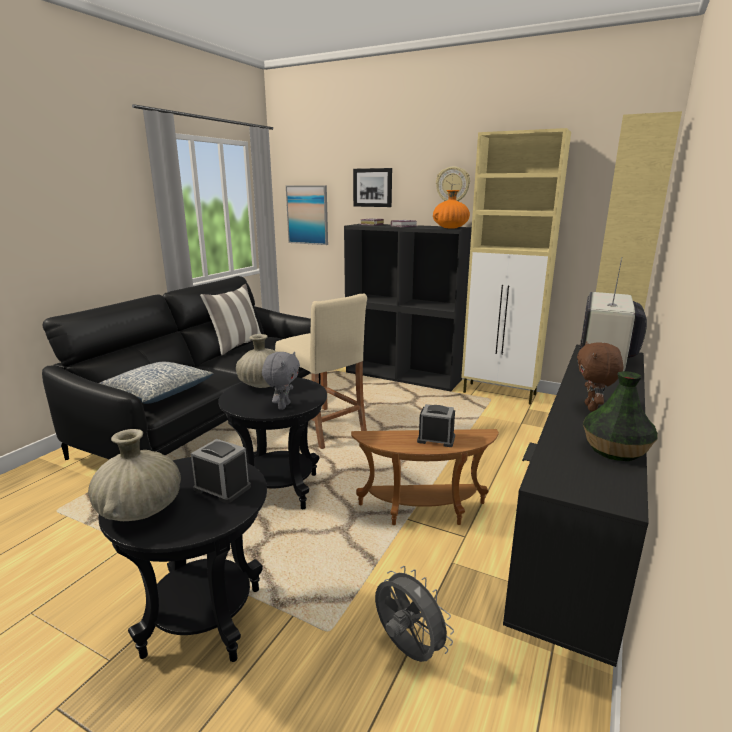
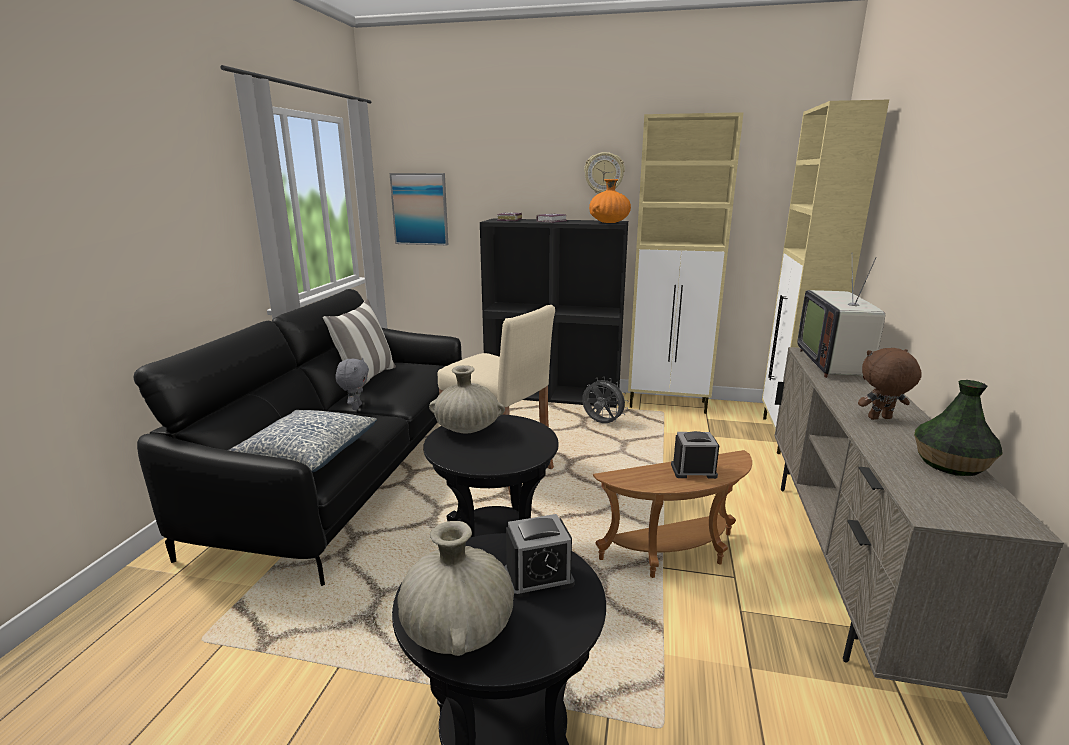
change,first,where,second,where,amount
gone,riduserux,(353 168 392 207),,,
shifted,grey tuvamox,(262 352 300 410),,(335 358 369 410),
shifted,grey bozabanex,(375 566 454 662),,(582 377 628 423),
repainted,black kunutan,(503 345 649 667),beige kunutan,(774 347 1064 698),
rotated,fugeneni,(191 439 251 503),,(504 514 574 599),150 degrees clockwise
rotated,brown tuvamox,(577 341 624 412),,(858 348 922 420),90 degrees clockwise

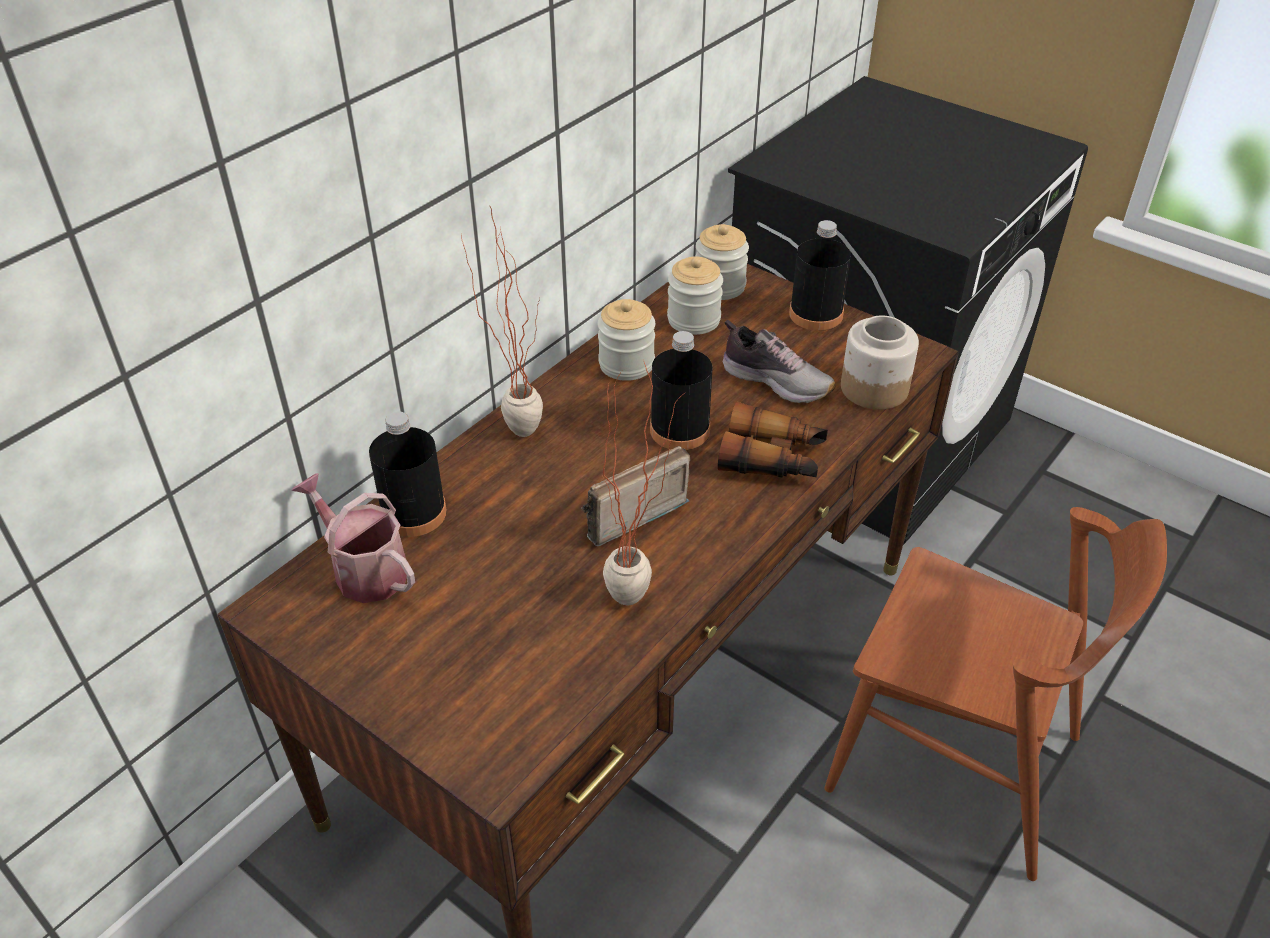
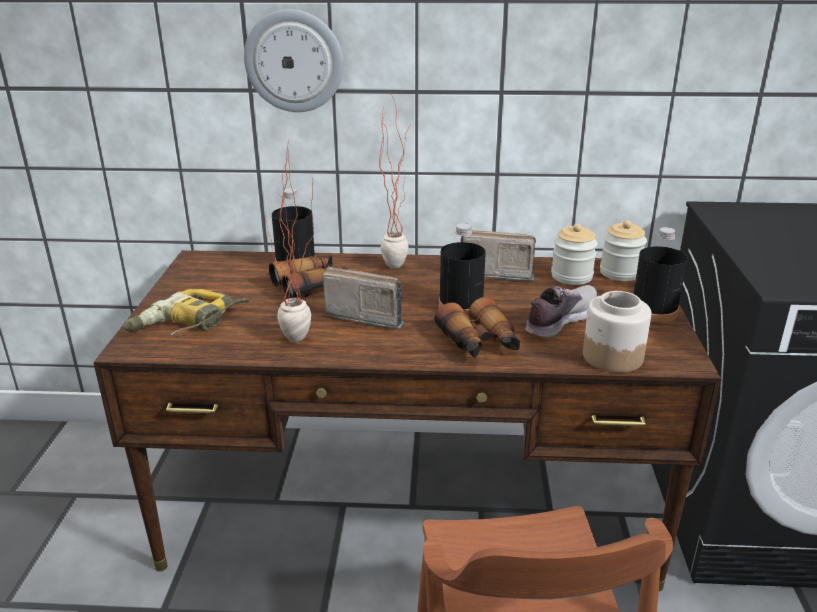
change,first,where,second,where,amount
gone,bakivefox,(291 473 415 603),,,
new,,,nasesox,(124 289 250 335),
new,,,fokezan,(244 9 343 112),
new,,,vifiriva,(269 256 350 299),
swapped,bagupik,(598 299 655 381),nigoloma,(461 230 536 280),
rotated,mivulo,(723 319 836 403),,(526 285 598 338),135 degrees counterclockwise

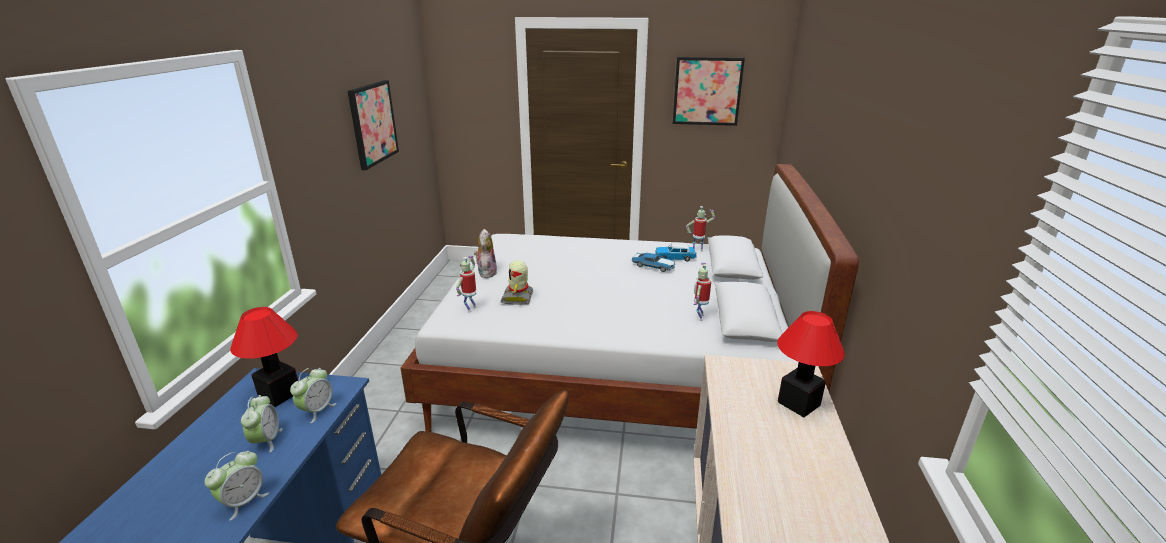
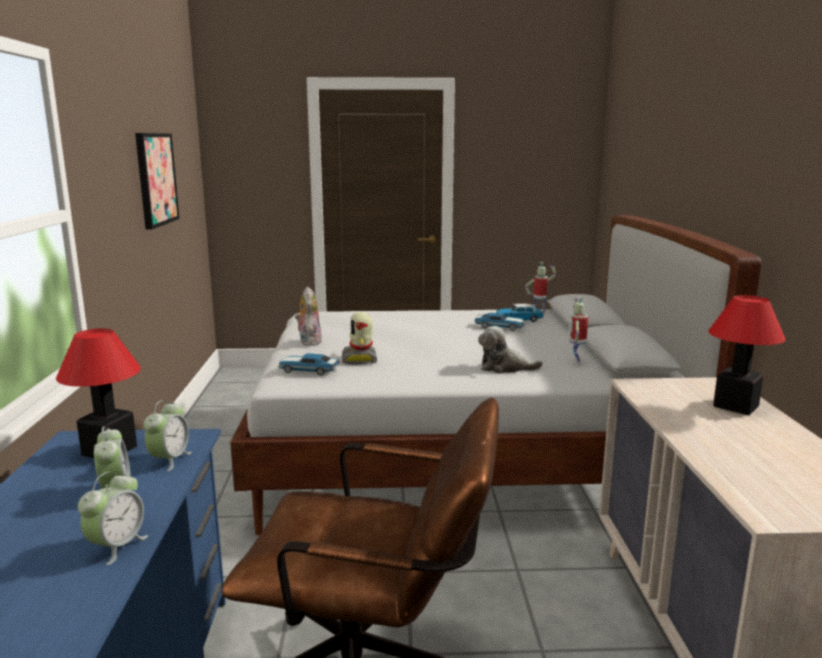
change,first,where,second,where,amount
gone,riduserux,(673 57 745 126),,,
new,,,tuvamox,(478 326 543 374),
swapped,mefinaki,(456 256 477 313),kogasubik,(278 353 340 376),

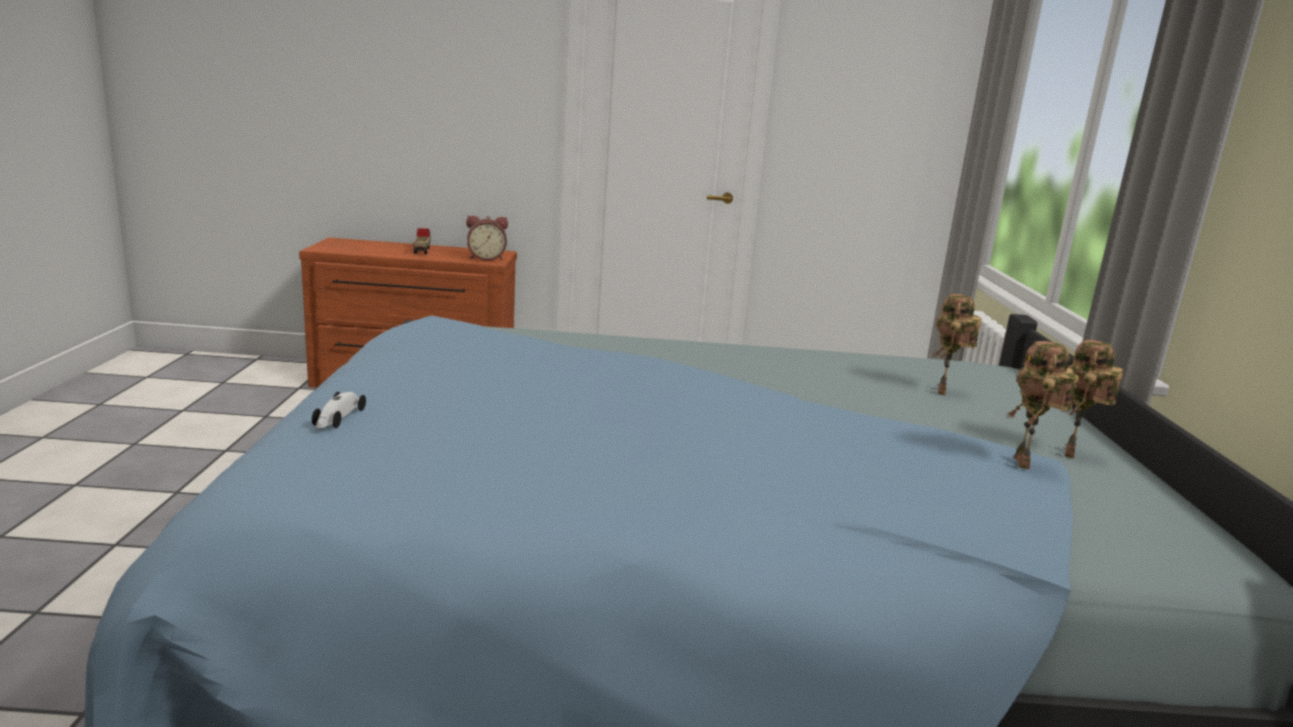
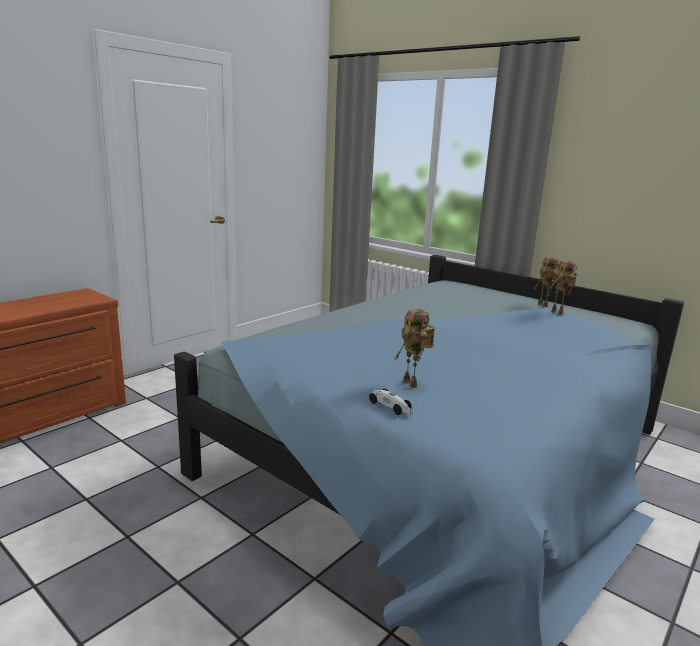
change,first,where,second,where,amount
gone,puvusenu,(413 228 430 254),,,
gone,fugeneni,(466 216 508 261),,,
shifted,mefinaki,(934 294 982 395),,(394 309 435 388),

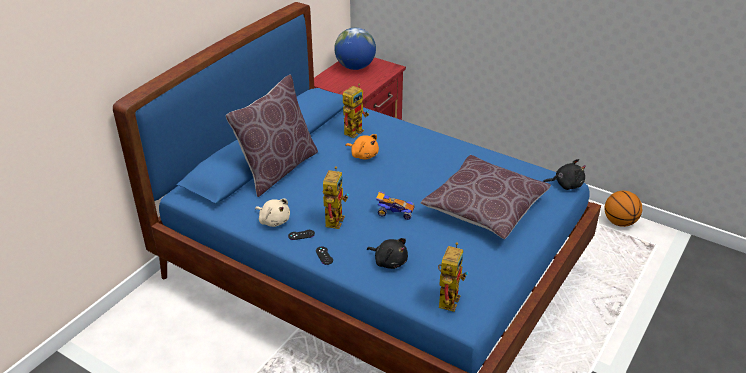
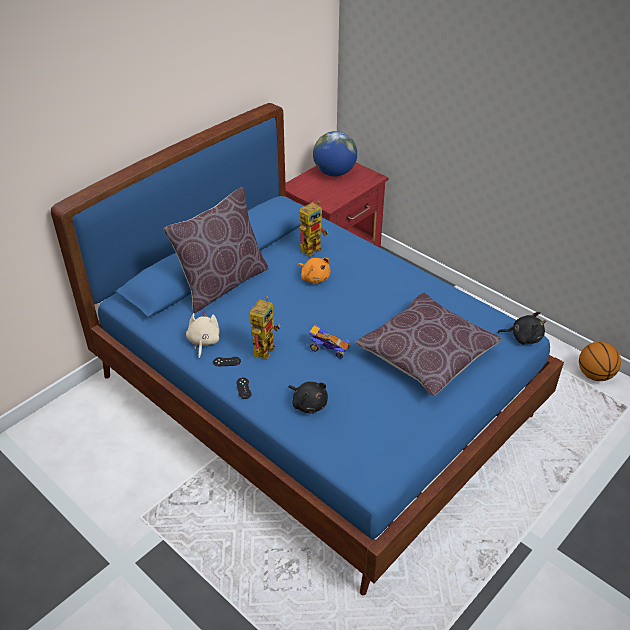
change,first,where,second,where,amount
gone,mefinaki,(438 242 468 312),,,
rotated,beige tuvamox,(255 199 290 227),,(186 311 219 359),135 degrees counterclockwise

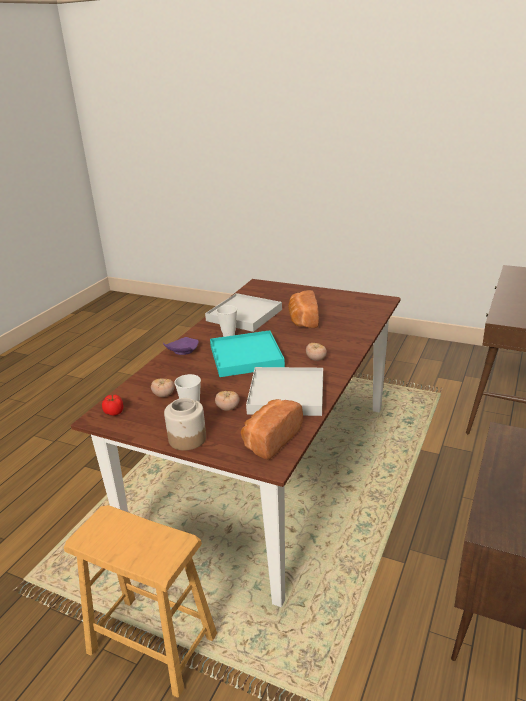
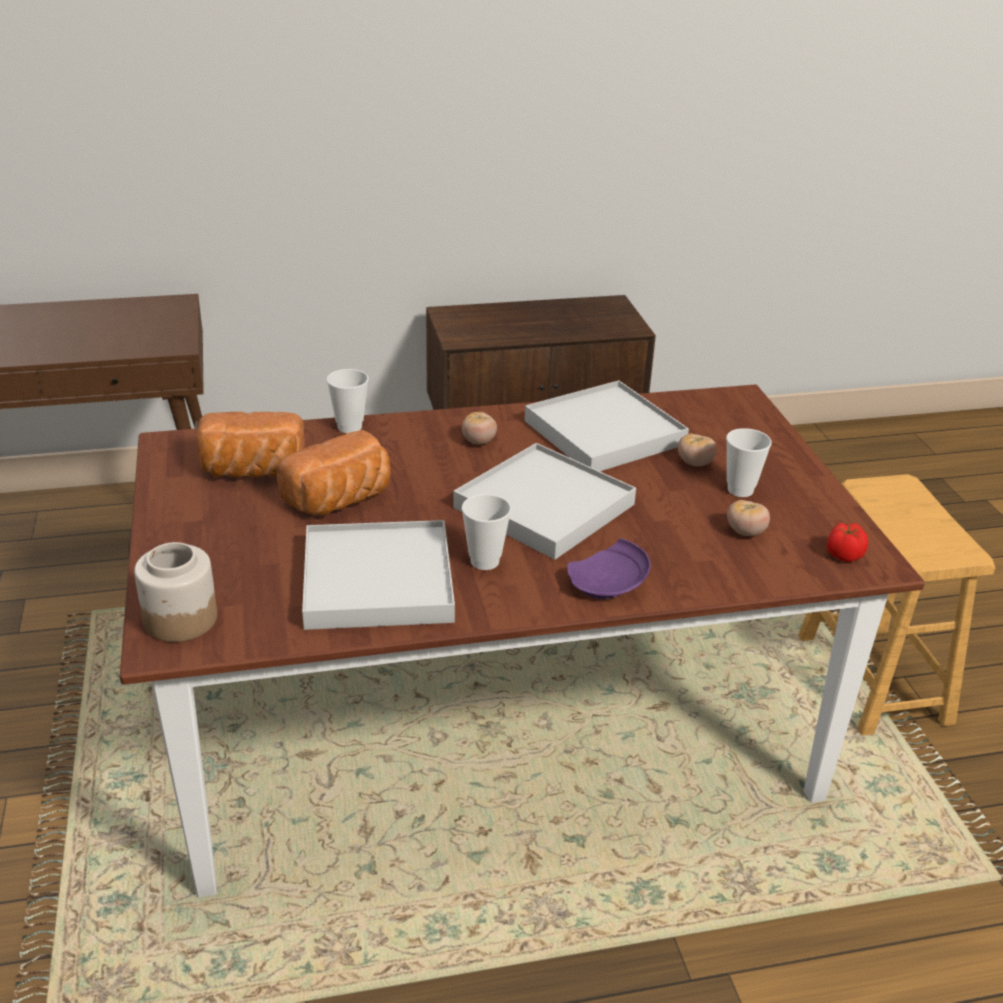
change,first,where,second,where,amount
new,,,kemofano,(326 369 369 433),
shifted,bagupik,(164 398 206 451),,(134 542 217 642),
shifted,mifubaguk,(241 399 303 460),,(197 412 305 477),
repainted,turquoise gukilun,(210 330 285 377),white gukilun,(453 443 636 560),

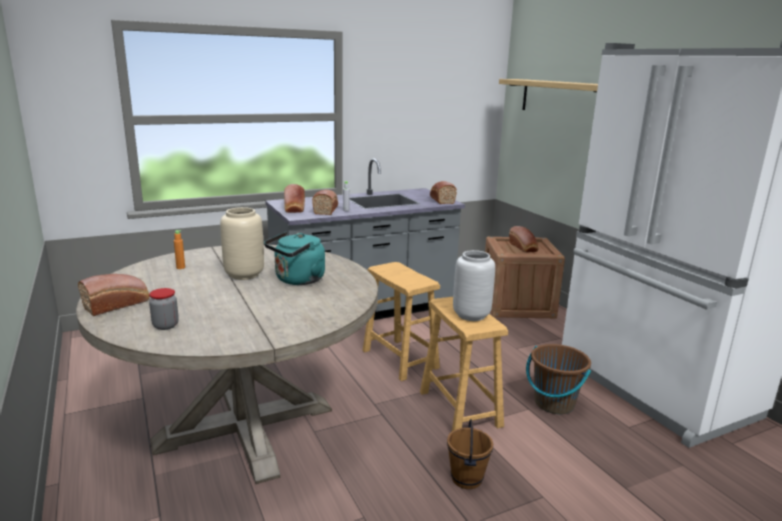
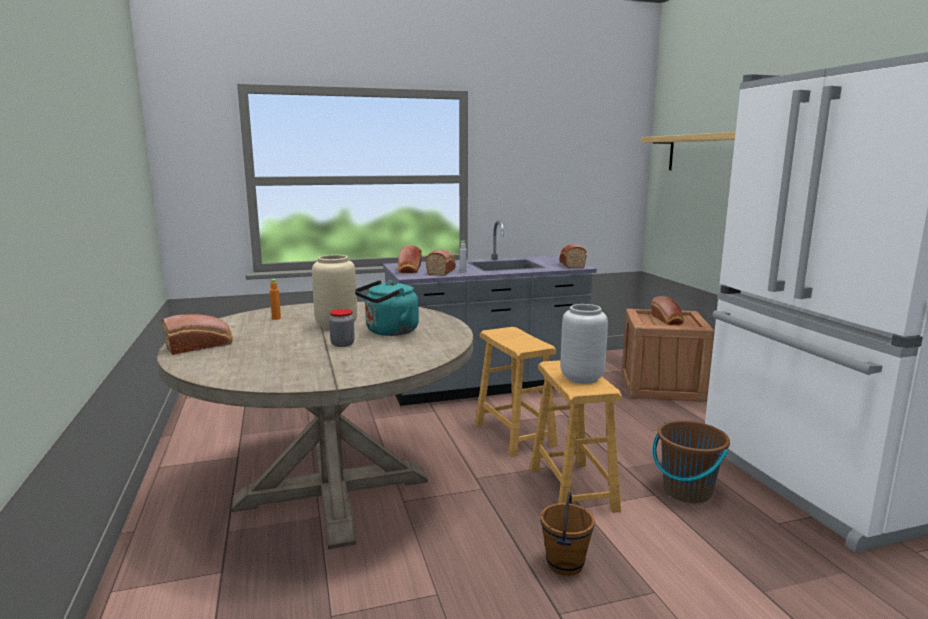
change,first,where,second,where,amount
shifted,bagupik,(149 288 179 330),,(329 309 355 347),

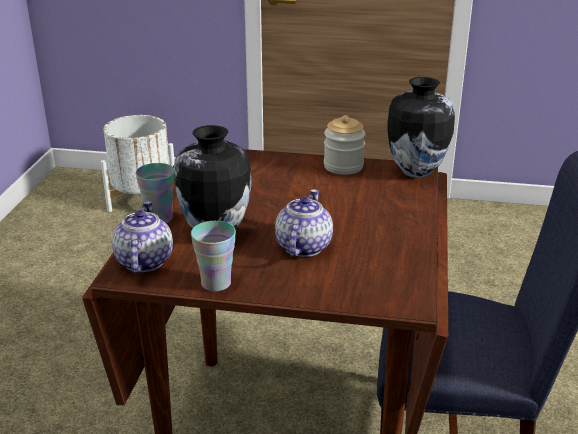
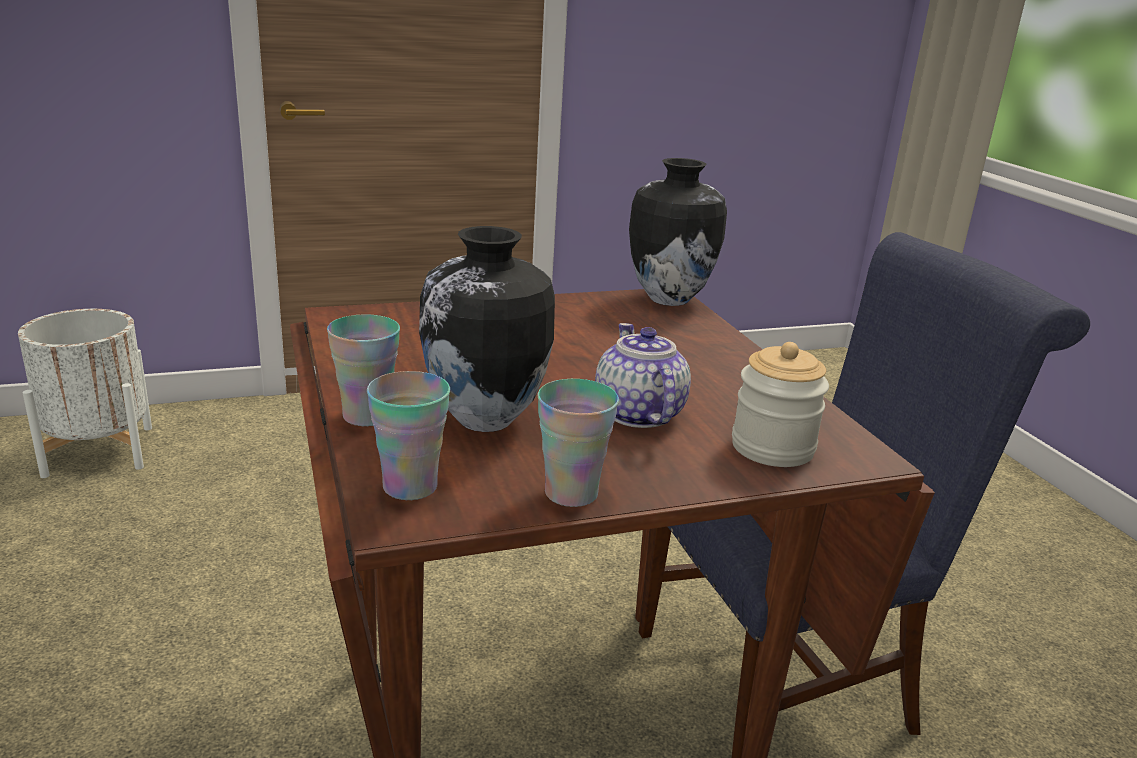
change,first,where,second,where,amount
shifted,bagupik,(324 115 366 175),,(732 342 829 467),
swapped,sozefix,(112 201 173 273),kemofano,(367 371 450 500),

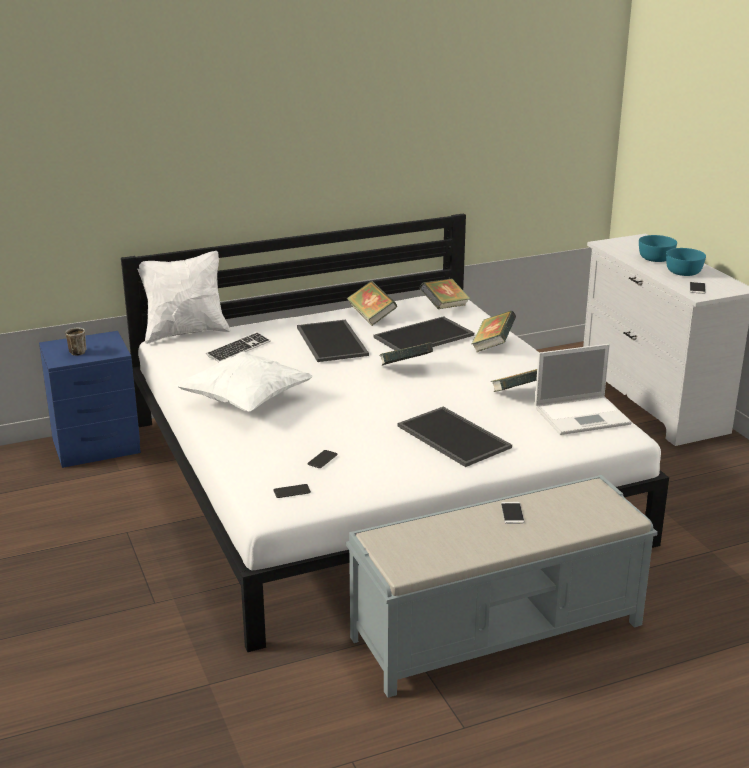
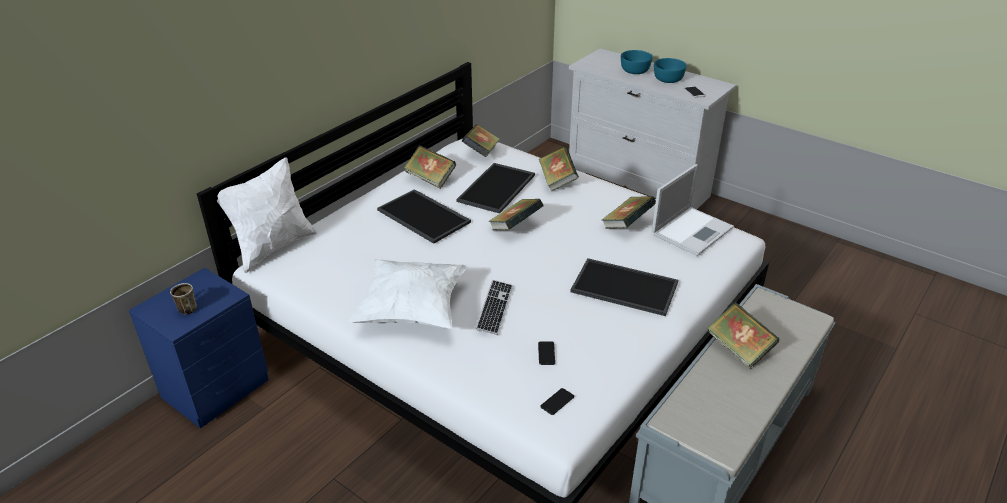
change,first,where,second,where,amount
shifted,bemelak,(206 332 271 362),,(475 280 513 335),
swapped,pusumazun,(501 502 525 524),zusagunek,(707 302 779 369),

